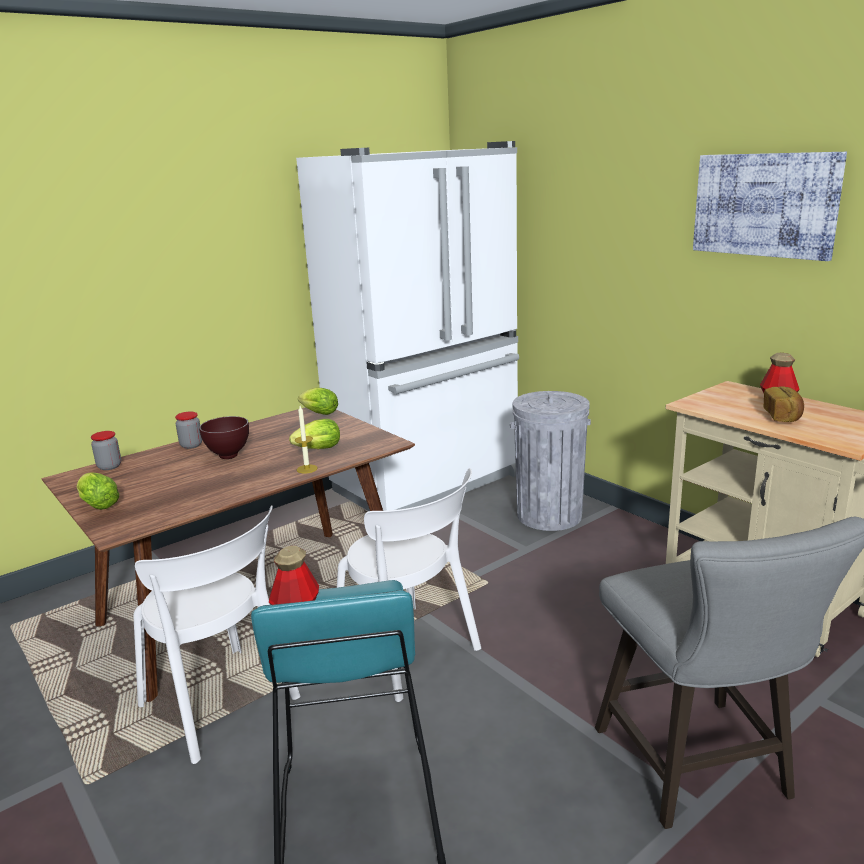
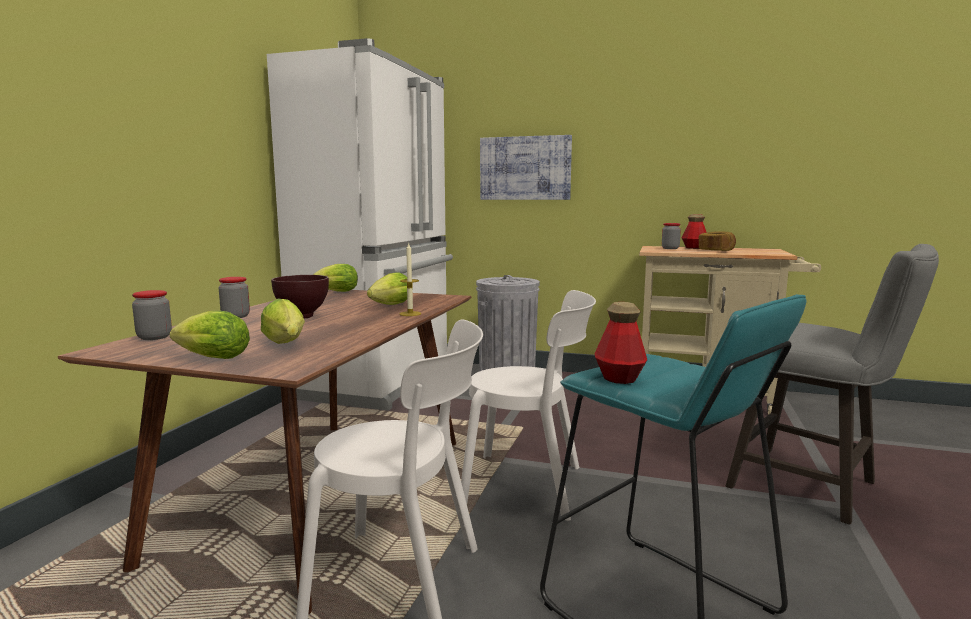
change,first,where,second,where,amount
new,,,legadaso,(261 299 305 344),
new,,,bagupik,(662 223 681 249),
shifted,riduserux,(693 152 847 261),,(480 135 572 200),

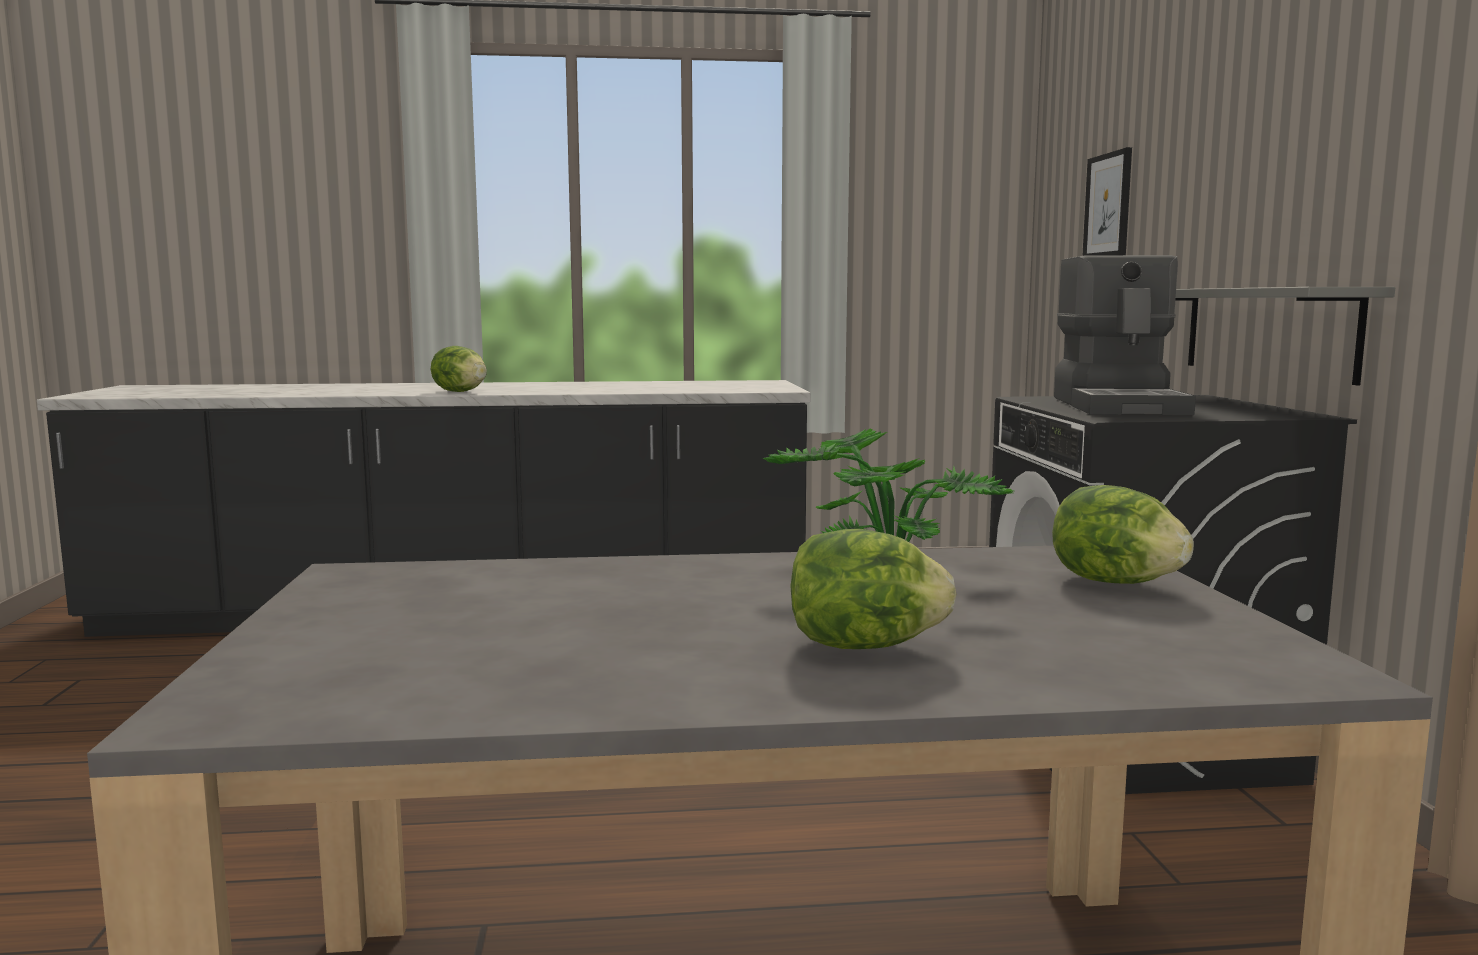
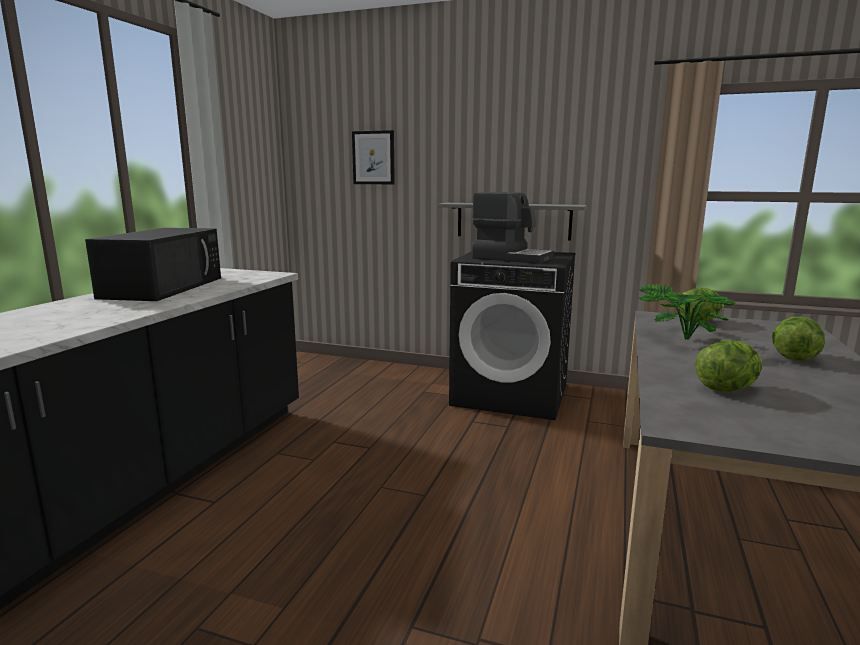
change,first,where,second,where,amount
new,,,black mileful,(85 228 221 301),
shifted,legadaso,(430 346 487 392),,(695 340 762 392),

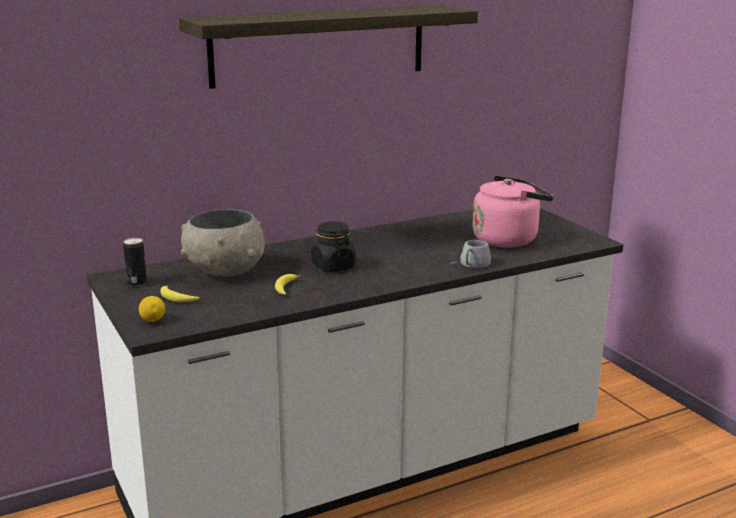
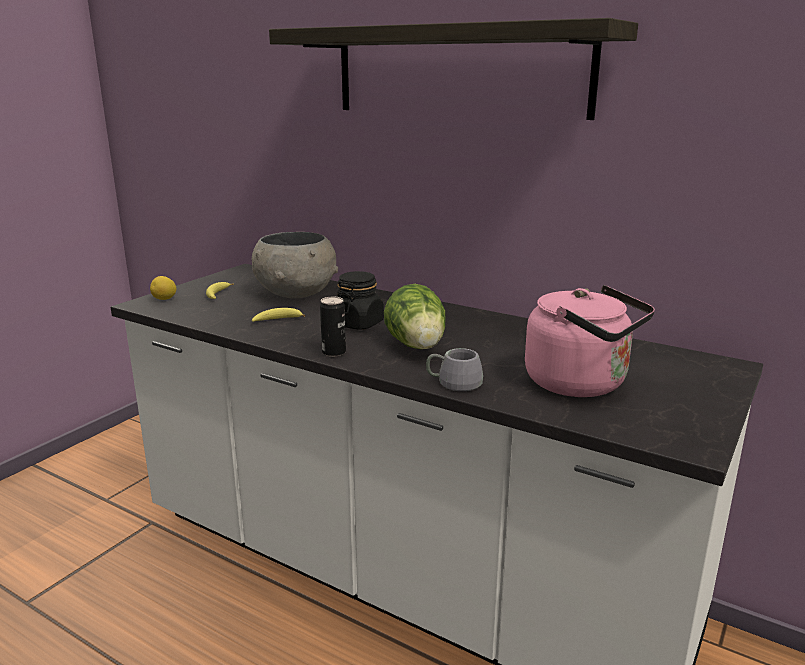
change,first,where,second,where,amount
new,,,legadaso,(384 284 446 349),
shifted,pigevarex,(123 238 147 286),,(320 297 346 357),

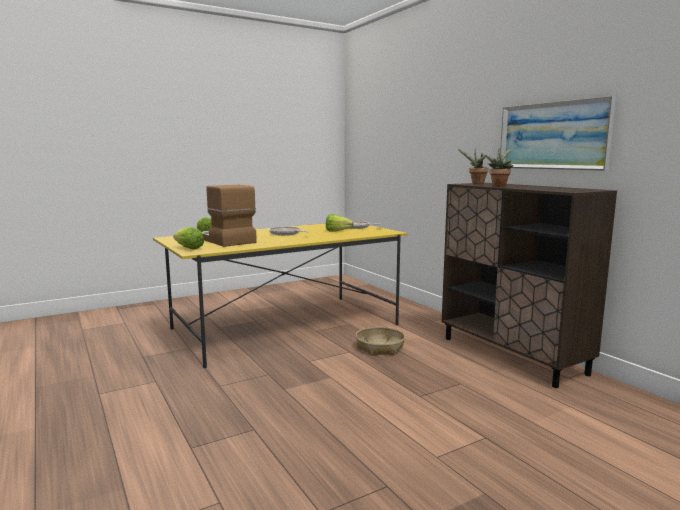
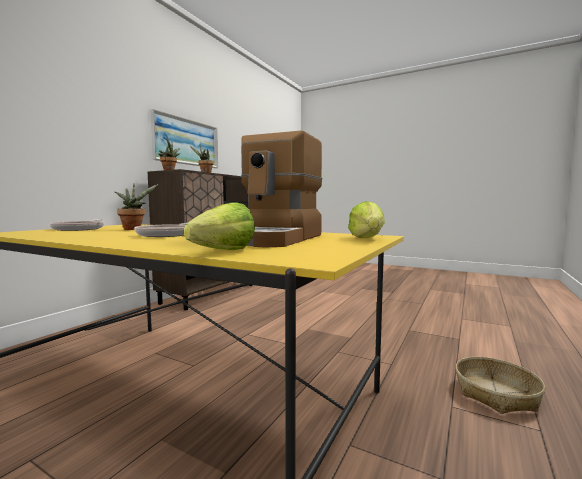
change,first,where,second,where,amount
shifted,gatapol,(356 327 405 356),,(455 357 545 414),
swapped,legadaso,(326 214 354 232),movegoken,(115 184 158 230),

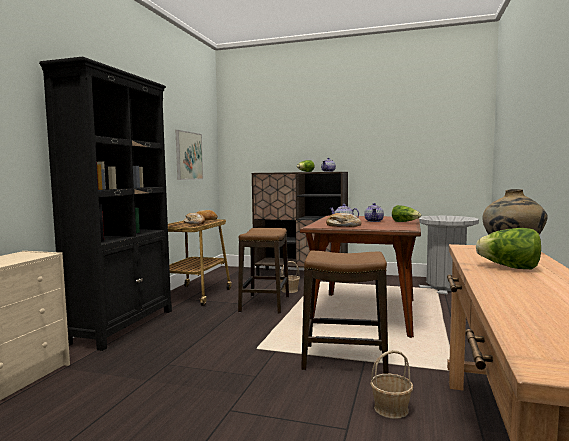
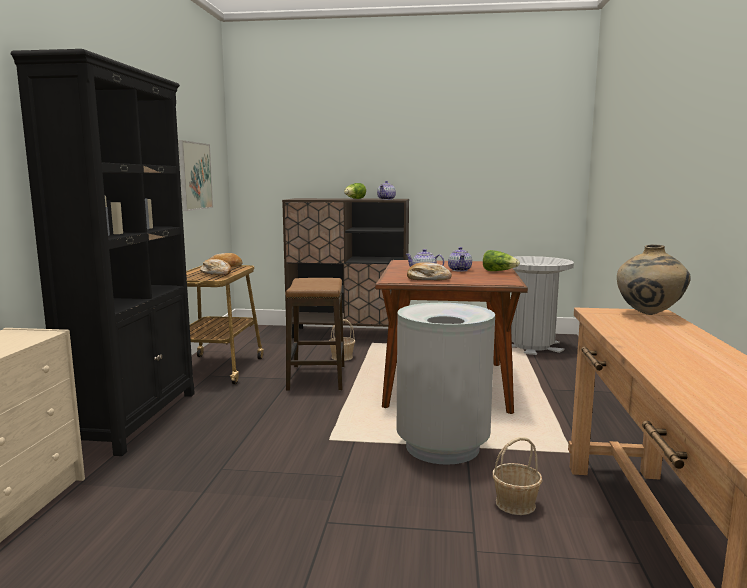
change,first,where,second,where,amount
gone,legadaso,(476 228 541 269),,,
swapped,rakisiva,(301 251 389 374),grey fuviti,(397 303 495 465),

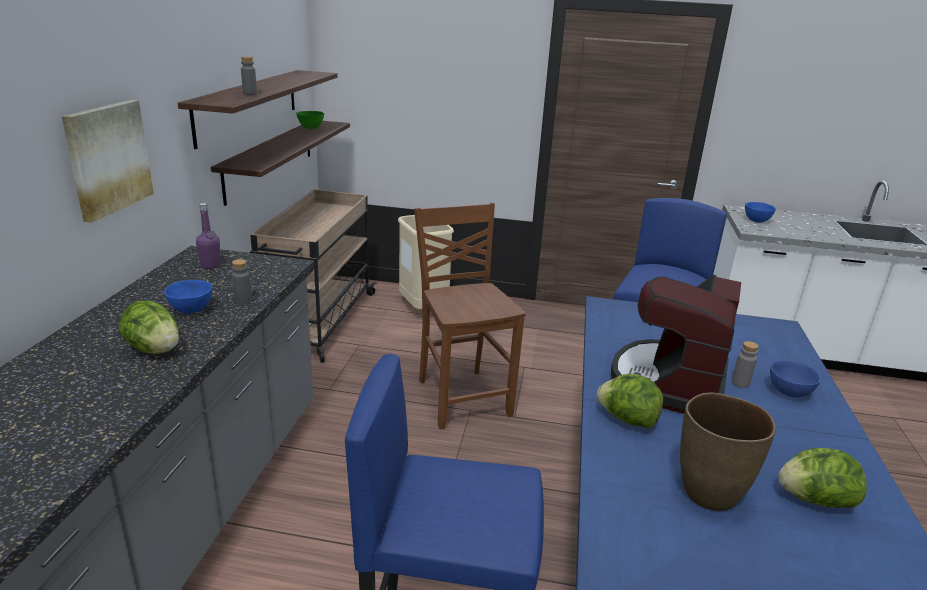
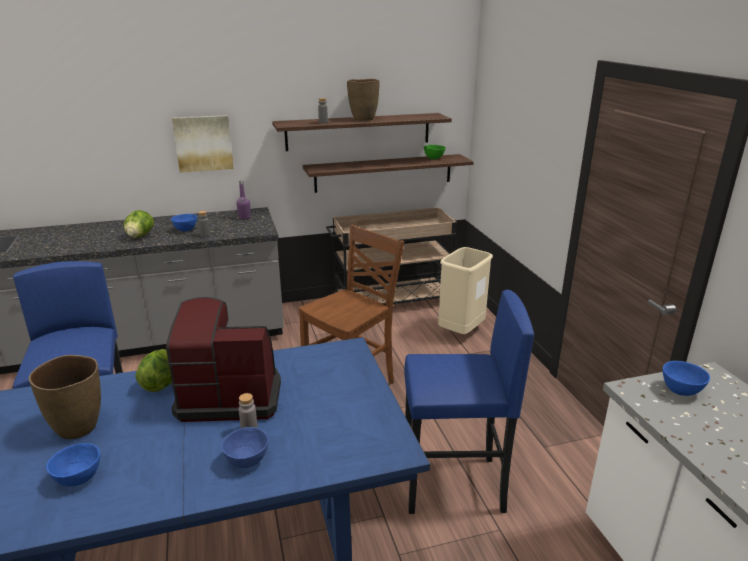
change,first,where,second,where,amount
new,,,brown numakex,(347 79 380 121),
swapped,legadaso,(778 448 867 508),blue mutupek,(46 443 100 487),

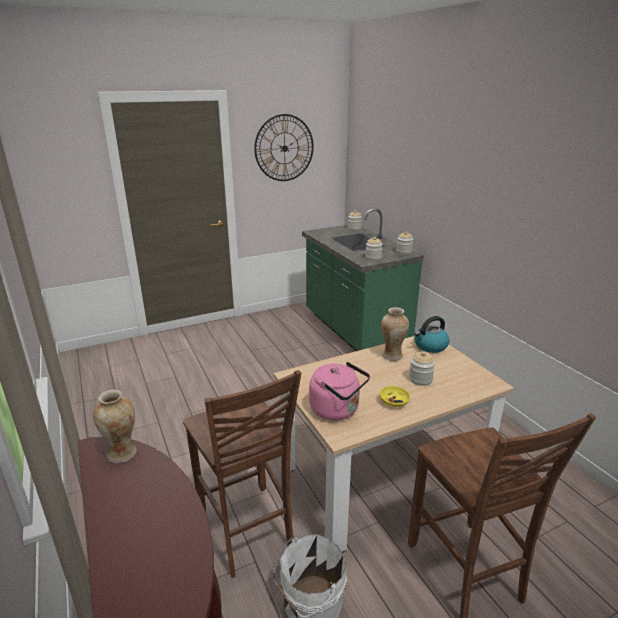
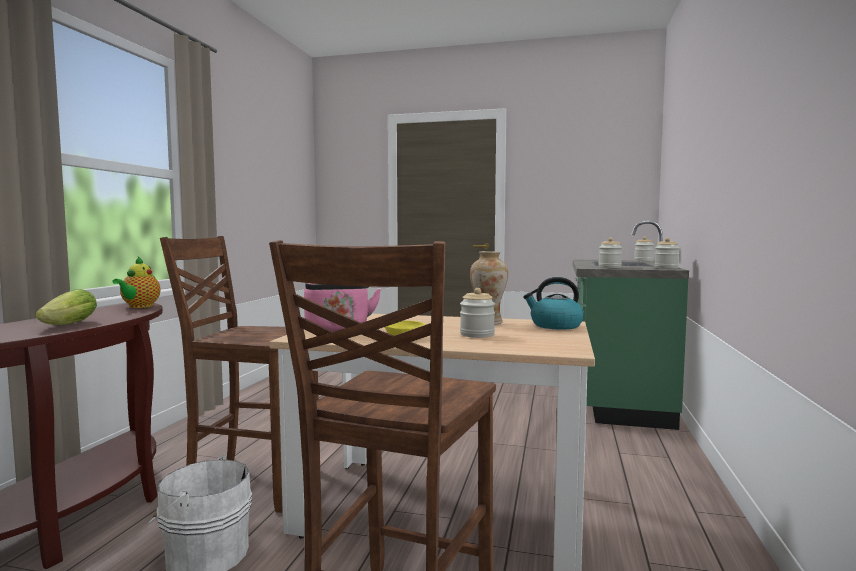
change,first,where,second,where,amount
gone,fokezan,(254 114 313 181),,,
new,,,legadaso,(35 289 97 325),
swapped,numakex,(93 390 137 463),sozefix,(112 256 161 308),
rotated,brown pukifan,(183 370 301 578),,(160 236 320 513),90 degrees clockwise

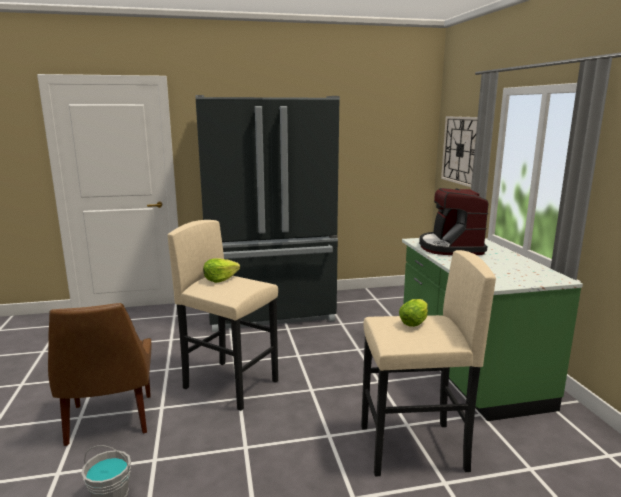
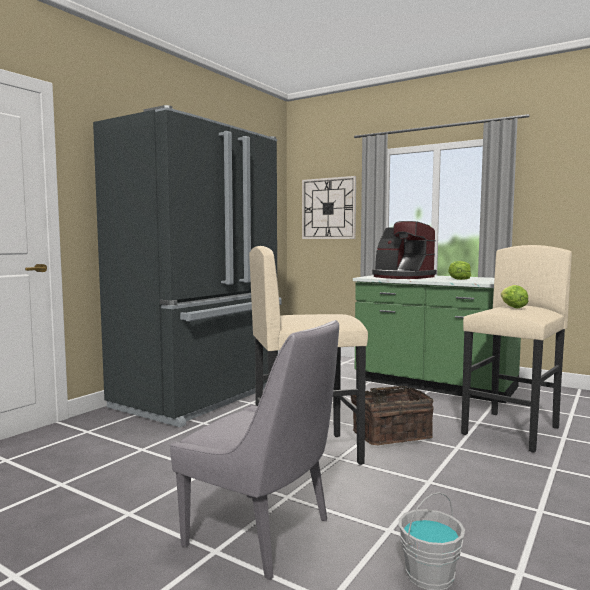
change,first,where,second,where,amount
new,,,gatapol,(350 386 434 445),
shifted,legadaso,(203 258 240 283),,(448 261 471 280),
repainted,brown pukifan,(48 303 151 446),grey pukifan,(170 320 339 580),

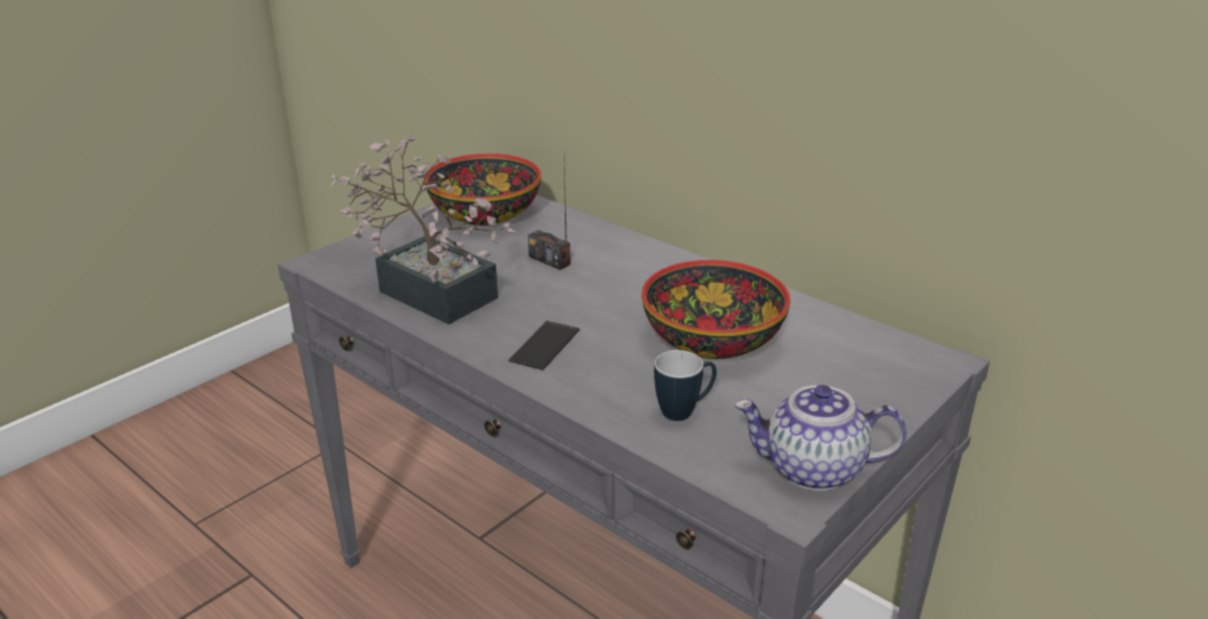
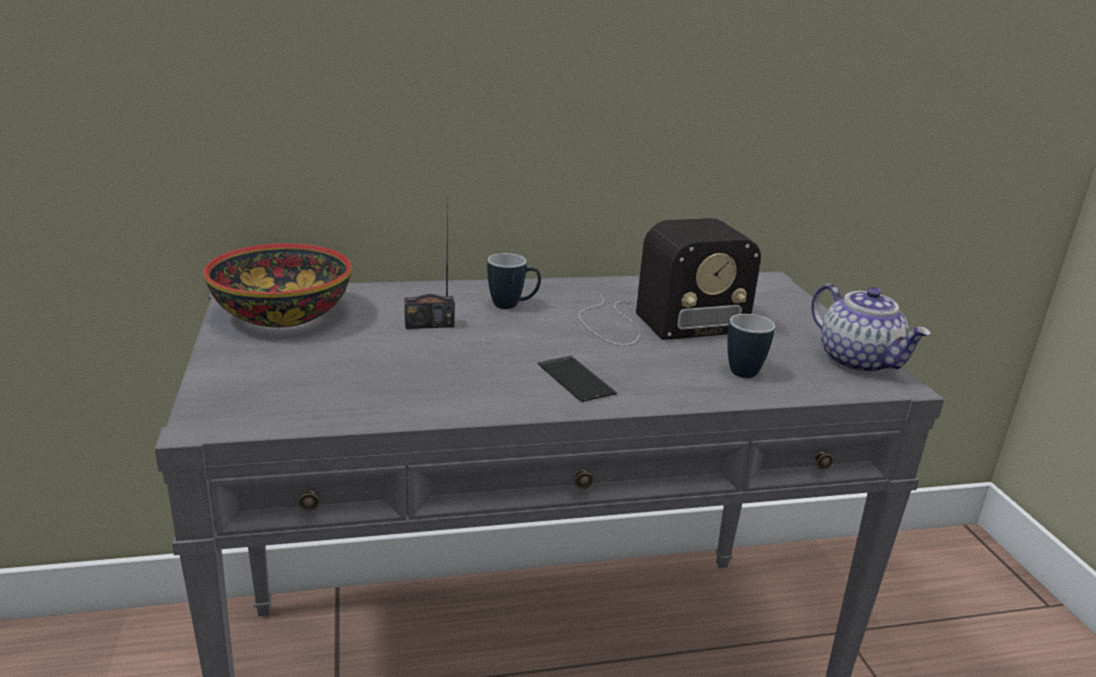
change,first,where,second,where,amount
gone,movegoken,(330 135 516 324),,,
new,,,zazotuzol,(487 253 541 309),
swapped,mutupek,(641 260 791 359),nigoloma,(579 218 761 346),
rotated,sozefix,(735 385 907 491),,(811 284 931 373),75 degrees counterclockwise

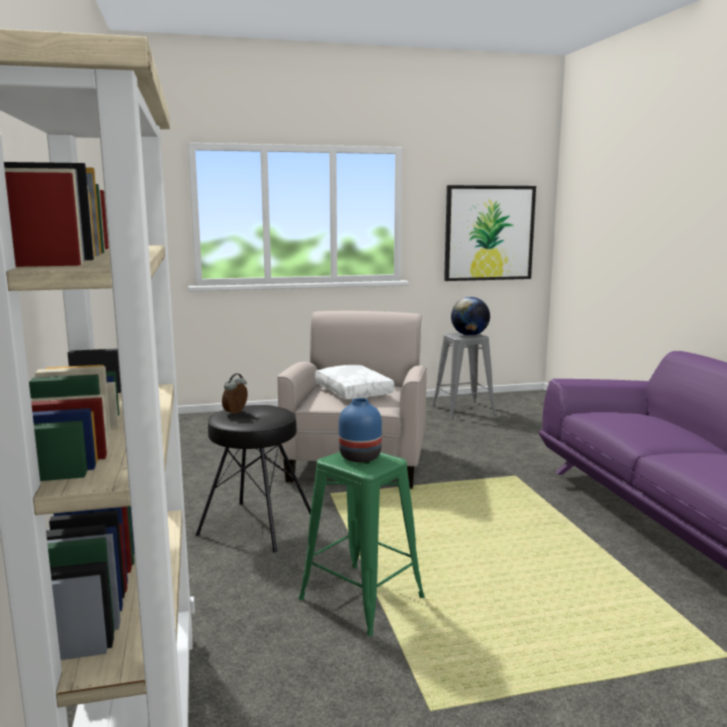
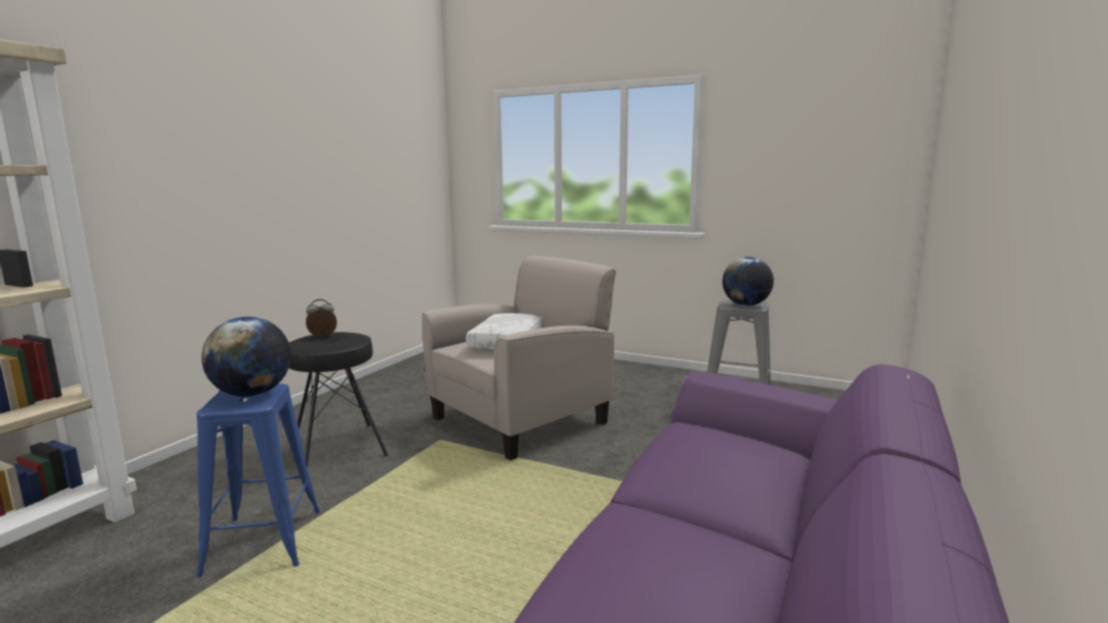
change,first,where,second,where,amount
gone,riduserux,(444 185 536 281),,,
swapped,blue numakex,(339 398 382 462),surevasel,(202 316 291 397),
repainted,green rakisiva,(298 452 425 636),blue rakisiva,(196 384 320 578),

